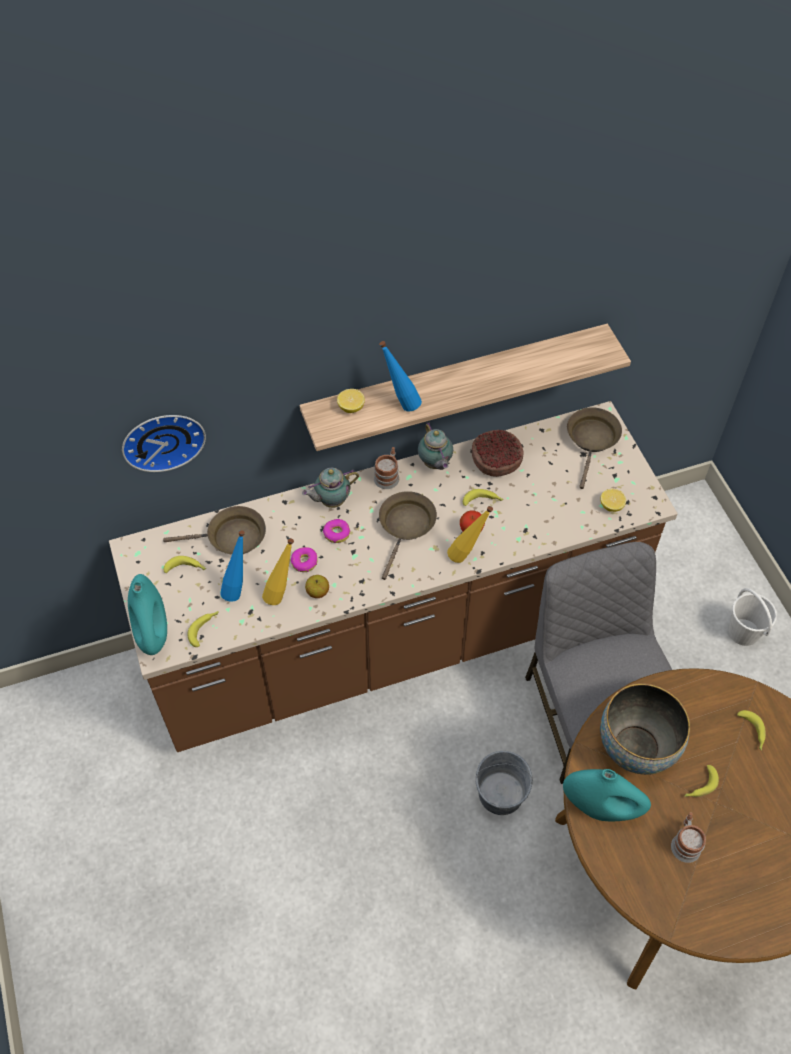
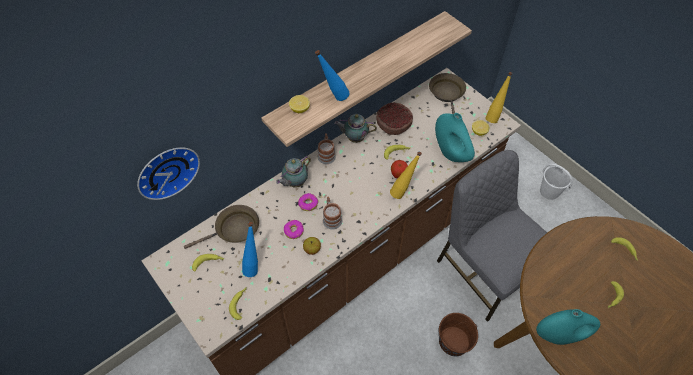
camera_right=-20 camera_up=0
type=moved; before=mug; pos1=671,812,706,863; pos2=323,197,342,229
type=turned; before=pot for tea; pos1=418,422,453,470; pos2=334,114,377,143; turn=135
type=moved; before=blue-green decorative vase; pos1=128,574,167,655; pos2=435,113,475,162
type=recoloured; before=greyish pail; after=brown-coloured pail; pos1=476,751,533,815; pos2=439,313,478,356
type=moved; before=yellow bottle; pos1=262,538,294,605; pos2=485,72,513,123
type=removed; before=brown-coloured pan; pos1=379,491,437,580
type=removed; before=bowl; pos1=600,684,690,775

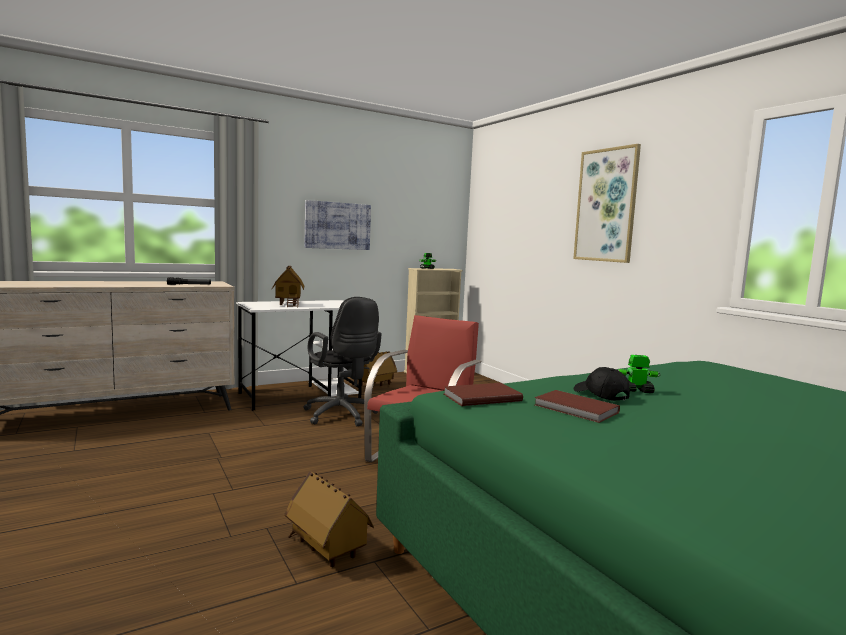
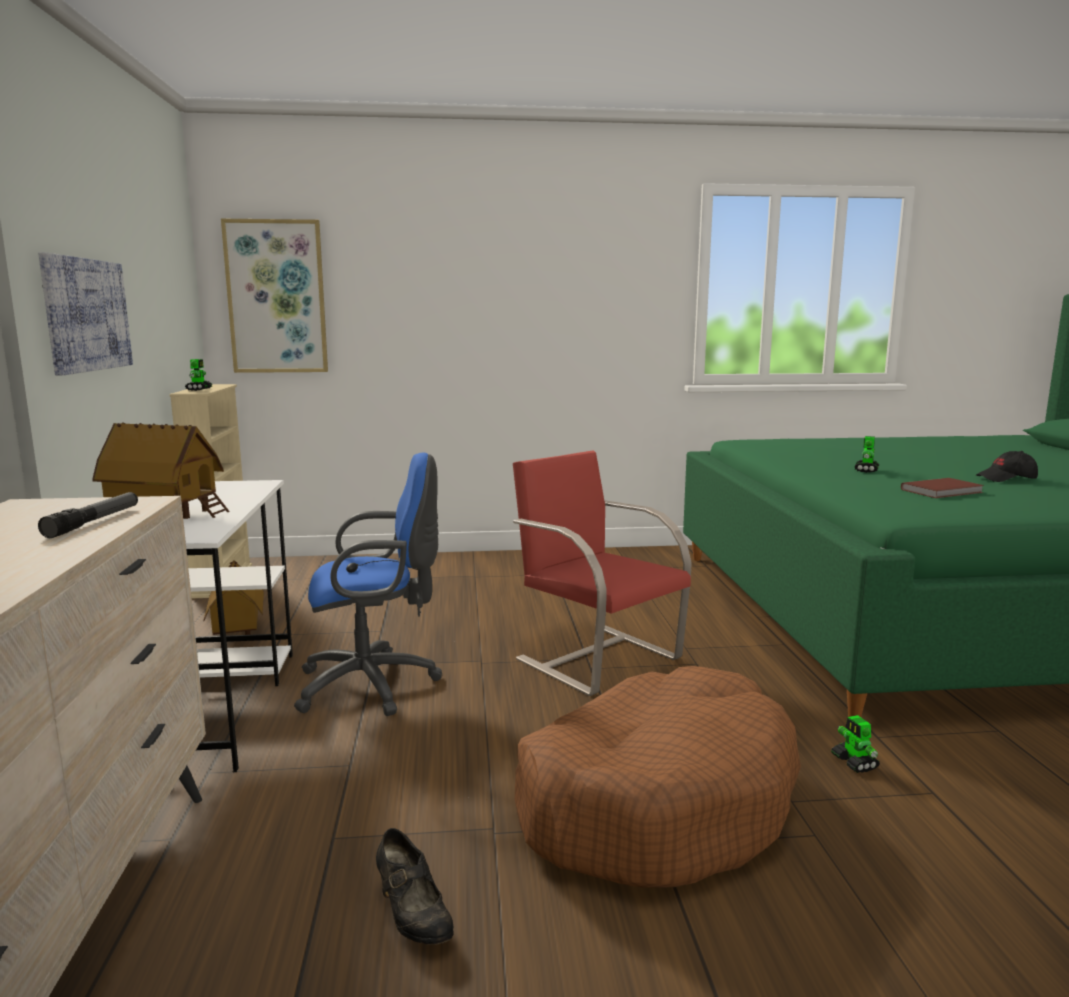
camera_right=-65 camera_up=5
type=moved; before=wall art; pos1=573,144,641,263; pos2=221,219,328,373
type=recoloured; before=black-coloured computer chair; after=blue computer chair; pos1=303,297,382,426; pos2=294,453,442,716
type=added; after=black-coloured item of footwear; pos2=376,828,454,945
type=added; after=brown-coloured pet bed; pos2=515,666,801,888
type=replaced; before=miniature house; after=robot figure; pos1=284,471,374,567; pos2=831,715,880,773
type=moved; before=black-coloured peaked cap; pos1=574,367,630,401; pos2=976,451,1038,482
type=removed; before=brown-coloured volume; pos1=444,383,523,406

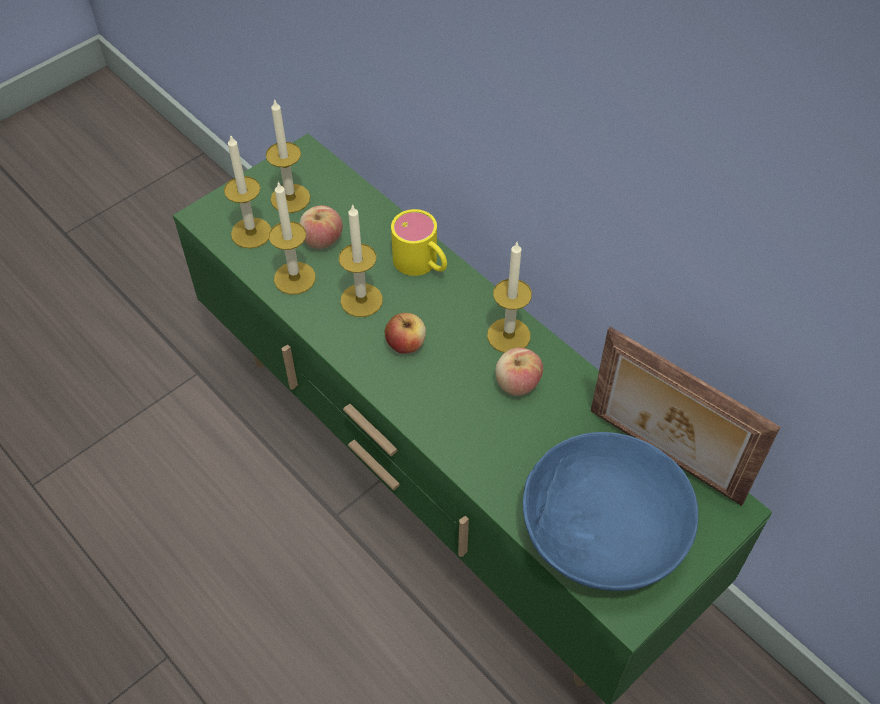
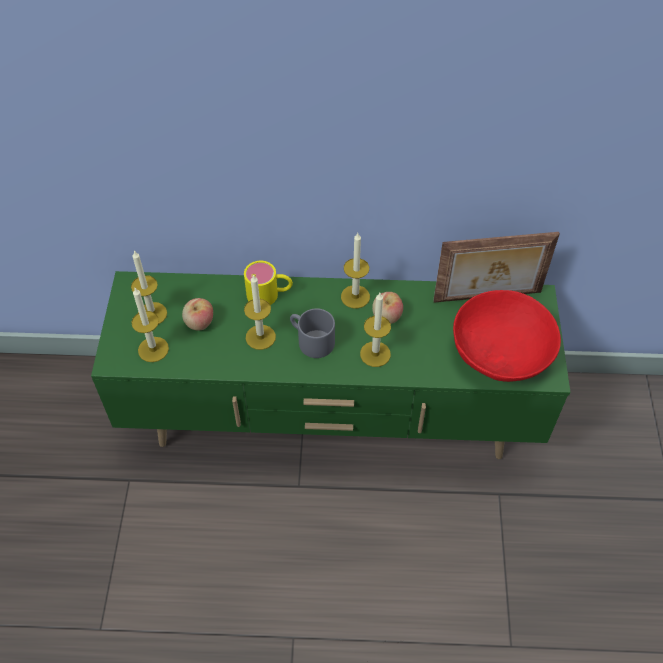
camera_right=-45 camera_up=0
type=replaced; before=apple fruit; after=greyish mug; pos1=385,313,426,354; pos2=290,308,335,358
type=moved; before=wax candle; pos1=269,181,316,295; pos2=360,293,391,367
type=recoloured; before=blue bowl; after=red-coloured bowl; pos1=522,432,698,591; pos2=453,290,561,382

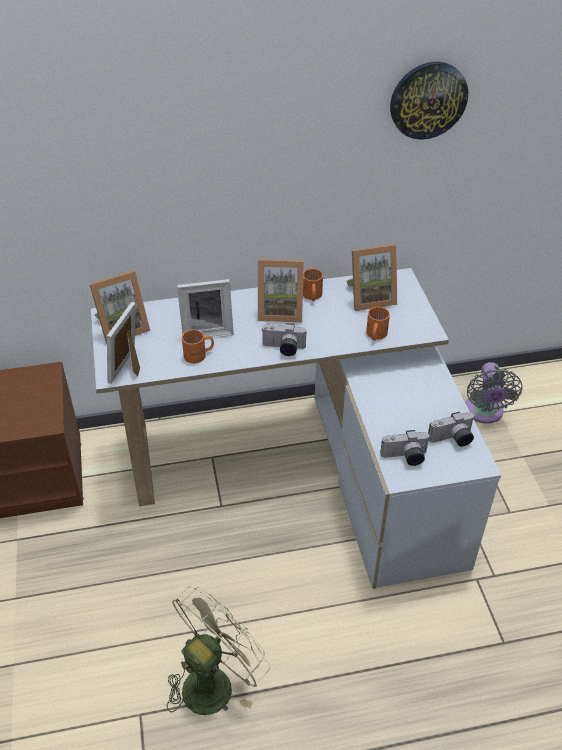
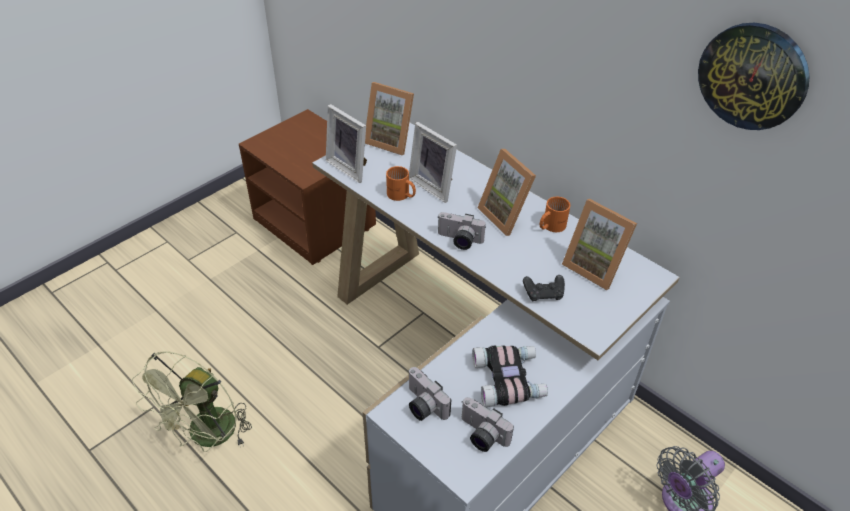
camera_right=55 camera_up=0
type=turned; before=green electric fan; pos1=167,587,270,715; pos2=132,351,252,452; turn=105
type=turned; before=picture frame; pos1=107,302,140,384; pos2=326,104,367,183; turn=-120
type=turned; before=photo camera; pos1=262,323,307,356; pos2=437,212,486,250; turn=-45
type=added; after=pair of binoculars; pos2=472,345,548,407
type=replaced; before=orange-coloured mug; after=black-coloured joypad; pos1=366,307,390,341; pos2=523,275,565,301

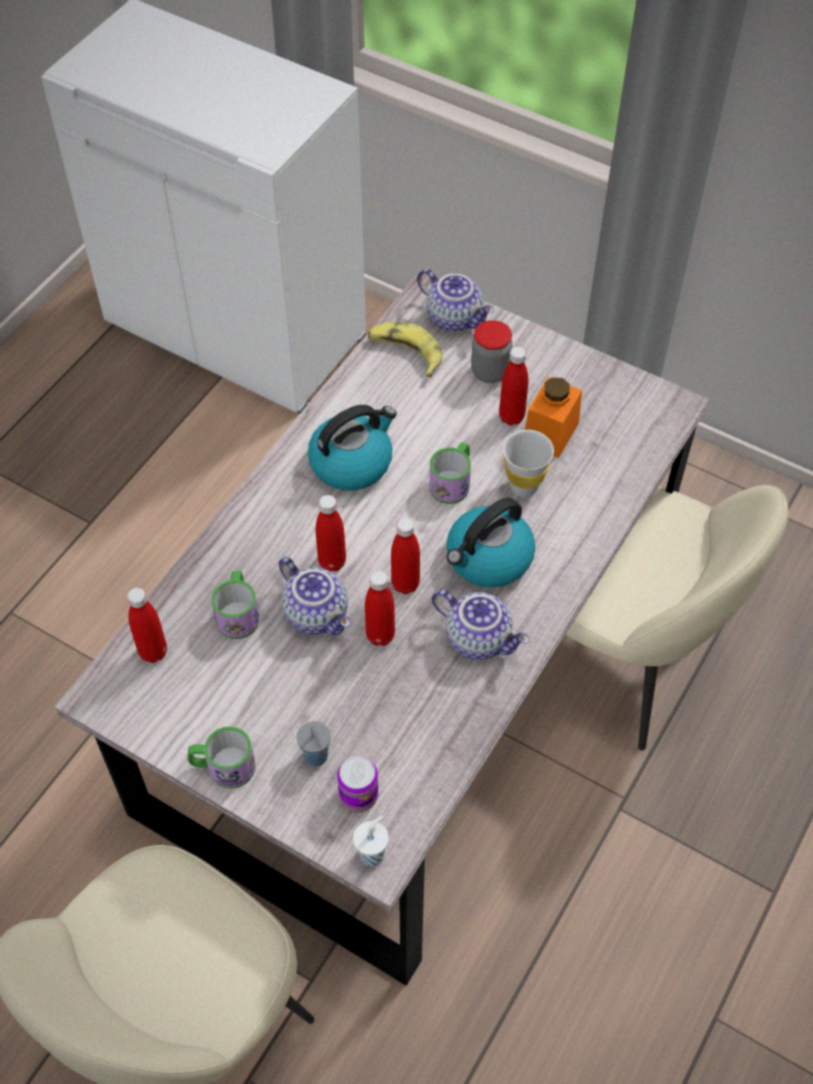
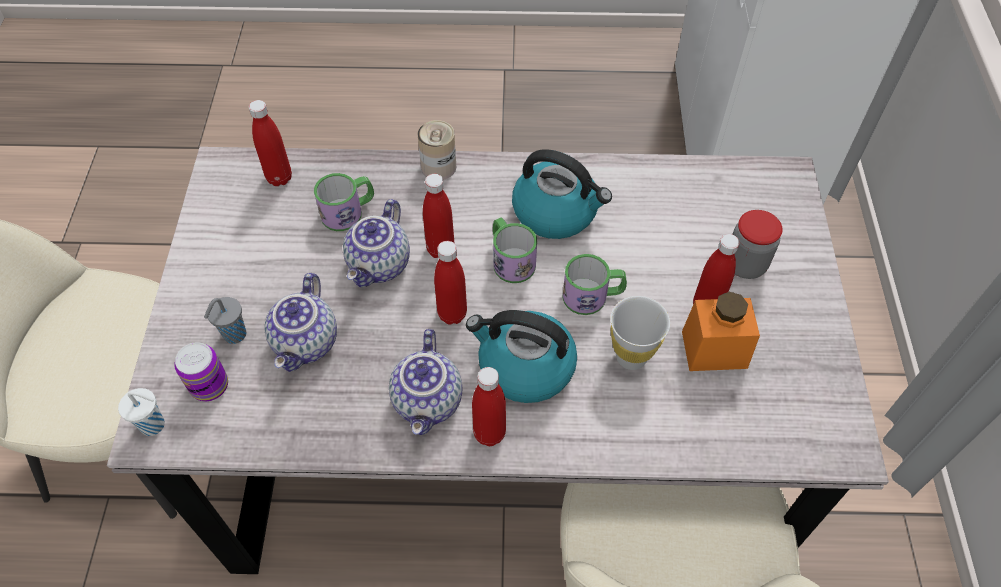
camera_right=60 camera_up=0
type=moved; before=pot for tea; pos1=417,269,494,332; pos2=265,273,337,372
type=added; after=can; pos2=418,120,457,180
type=moved; before=red-coloured bottle; pos1=365,571,395,646; pos2=472,367,506,446
type=moved; before=mug; pos1=187,726,255,789; pos2=493,217,537,283
type=removed; before=banana fruit; pos1=368,322,442,377

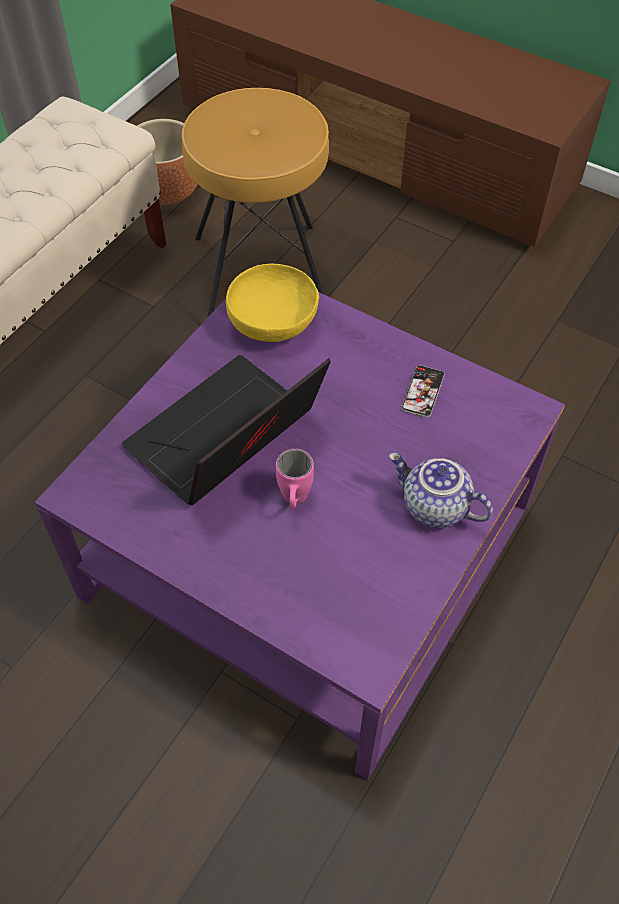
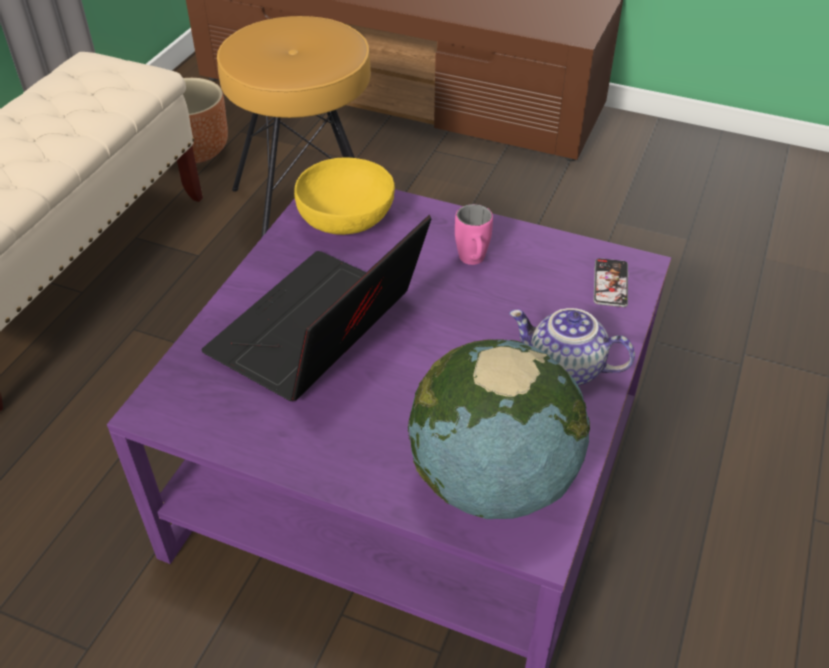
camera_right=-10 camera_up=-10
type=added; after=globe; pos2=408,339,590,519
type=moved; before=pink-coloured mug; pos1=276,449,314,508; pos2=455,204,493,265
type=moved; before=phone; pos1=401,365,445,418; pos2=593,258,628,307

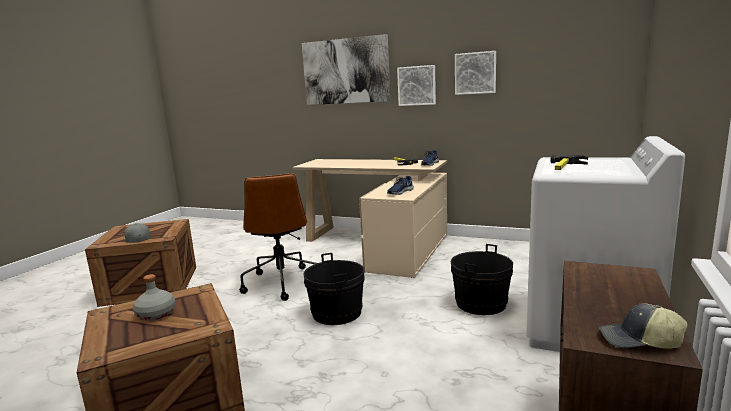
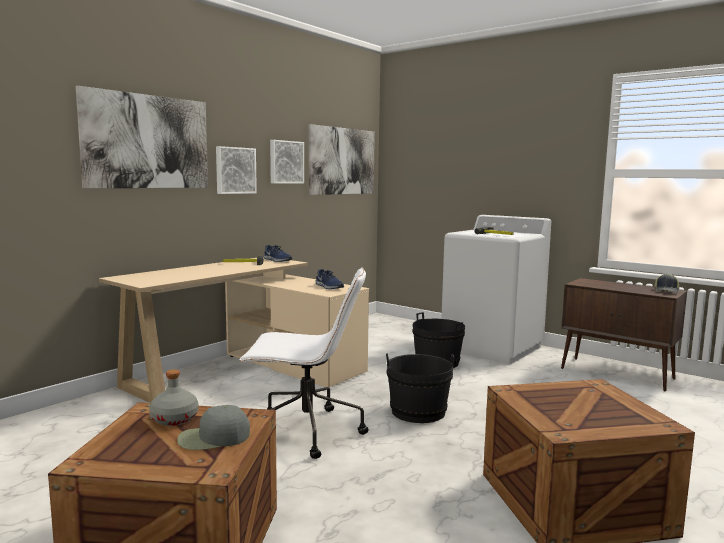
camera_right=-75 camera_up=-5
type=moved; before=greyish bottle; pos1=133,274,176,321; pos2=149,369,199,426
type=recoloured; before=brown-coloured computer chair; after=whitish computer chair; pos1=239,173,317,301; pos2=239,268,368,459
type=added; after=wall art; pos2=309,124,375,195

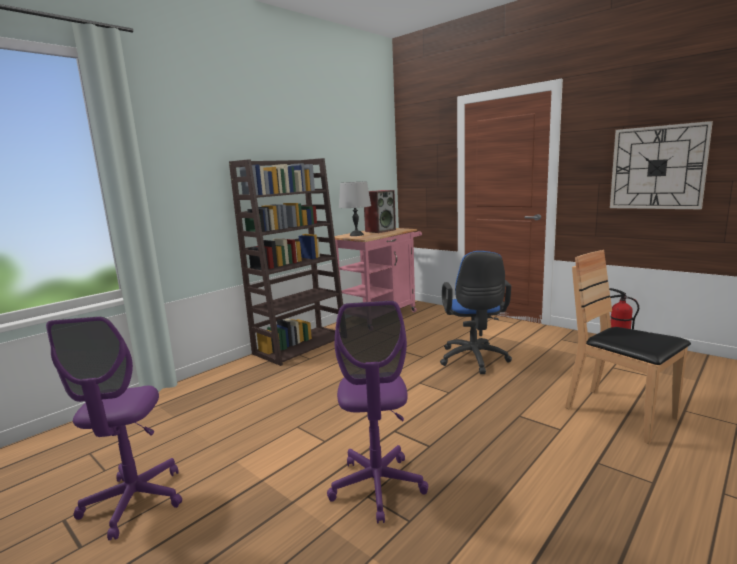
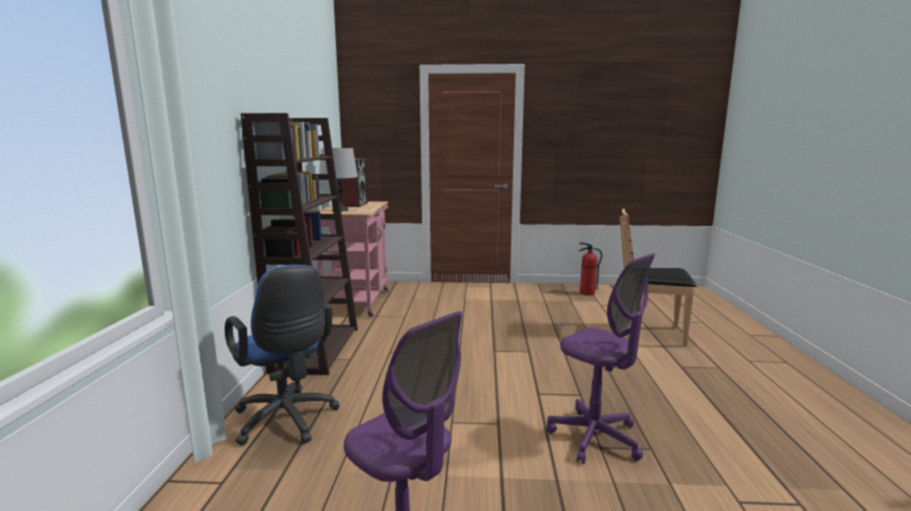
camera_right=-40 camera_up=0
type=moved; before=blue computer chair; pos1=440,251,512,374; pos2=225,265,340,446
type=removed; before=clock on the wall; pos1=610,121,713,209

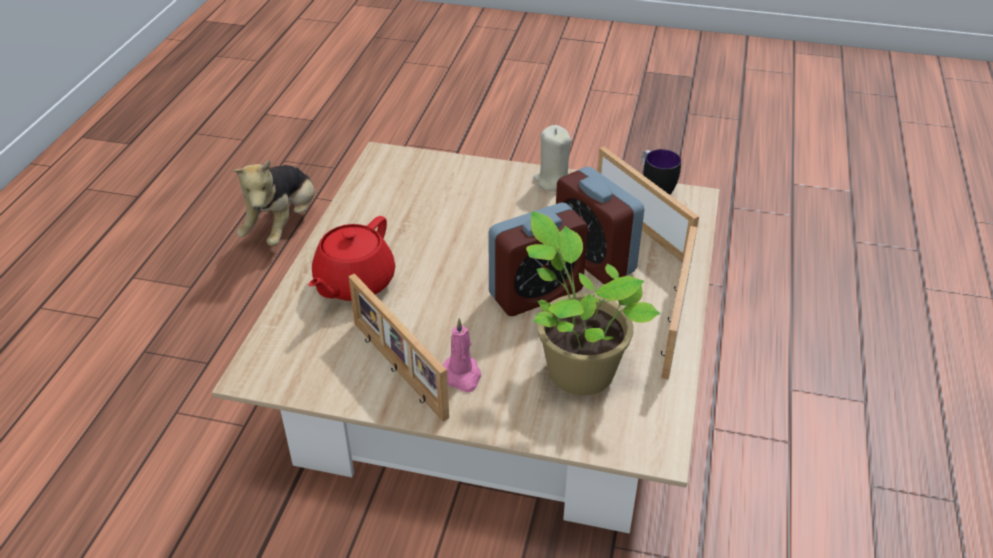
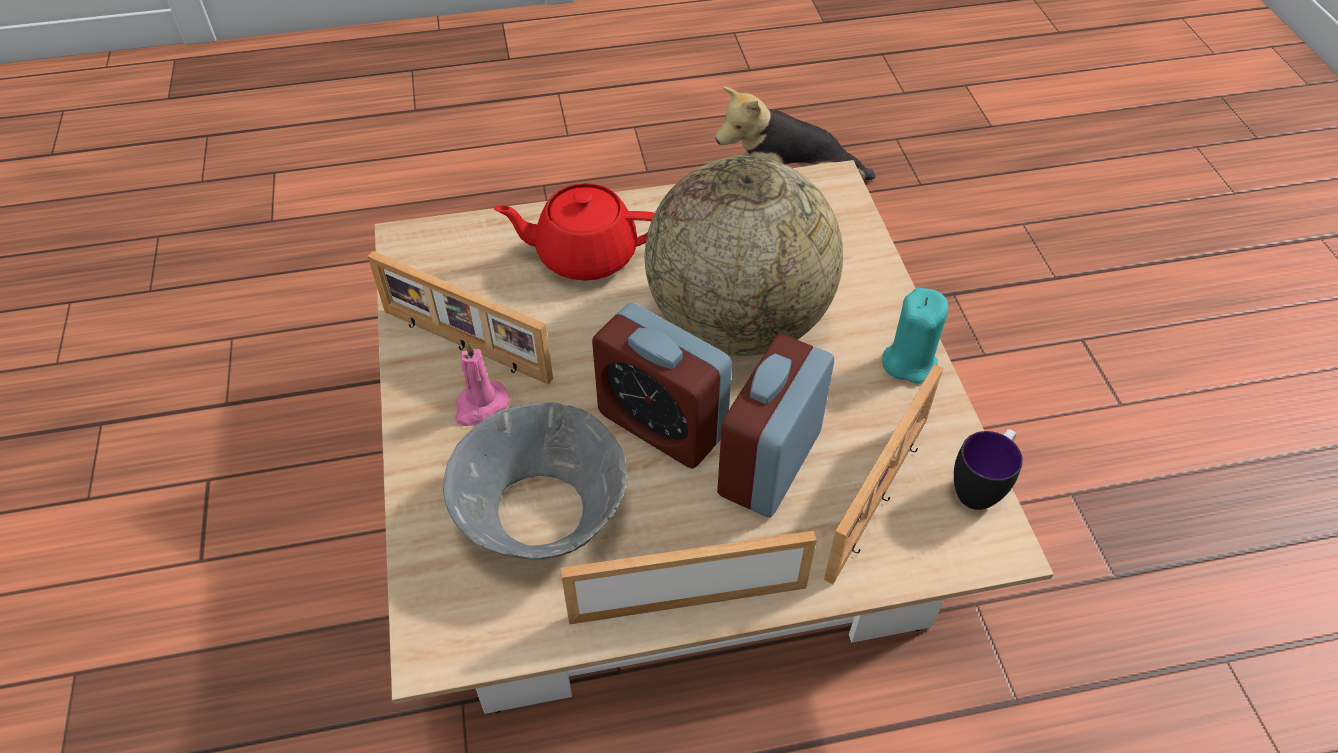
camera_right=65 camera_up=10
type=turned; before=picture frame; pos1=348,274,449,422; pos2=367,251,553,385; turn=-90
type=replaced; before=potted plant; after=greyish bowl; pos1=526,211,660,395; pos2=443,402,628,560
type=added; after=globe; pos2=645,156,843,356
type=recoloured; before=sand-coloured wax candle; after=blue-green wax candle; pos1=533,125,572,191; pos2=882,288,948,383

